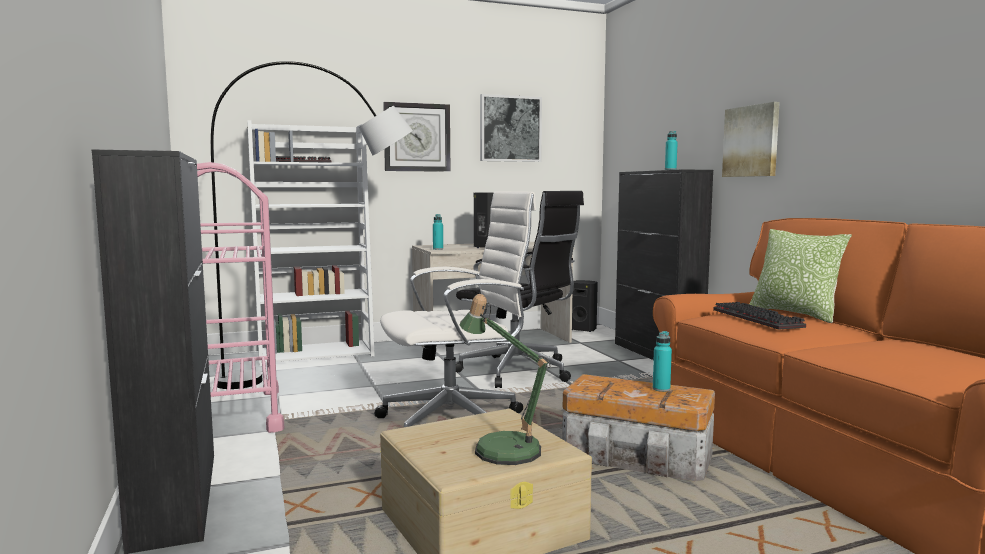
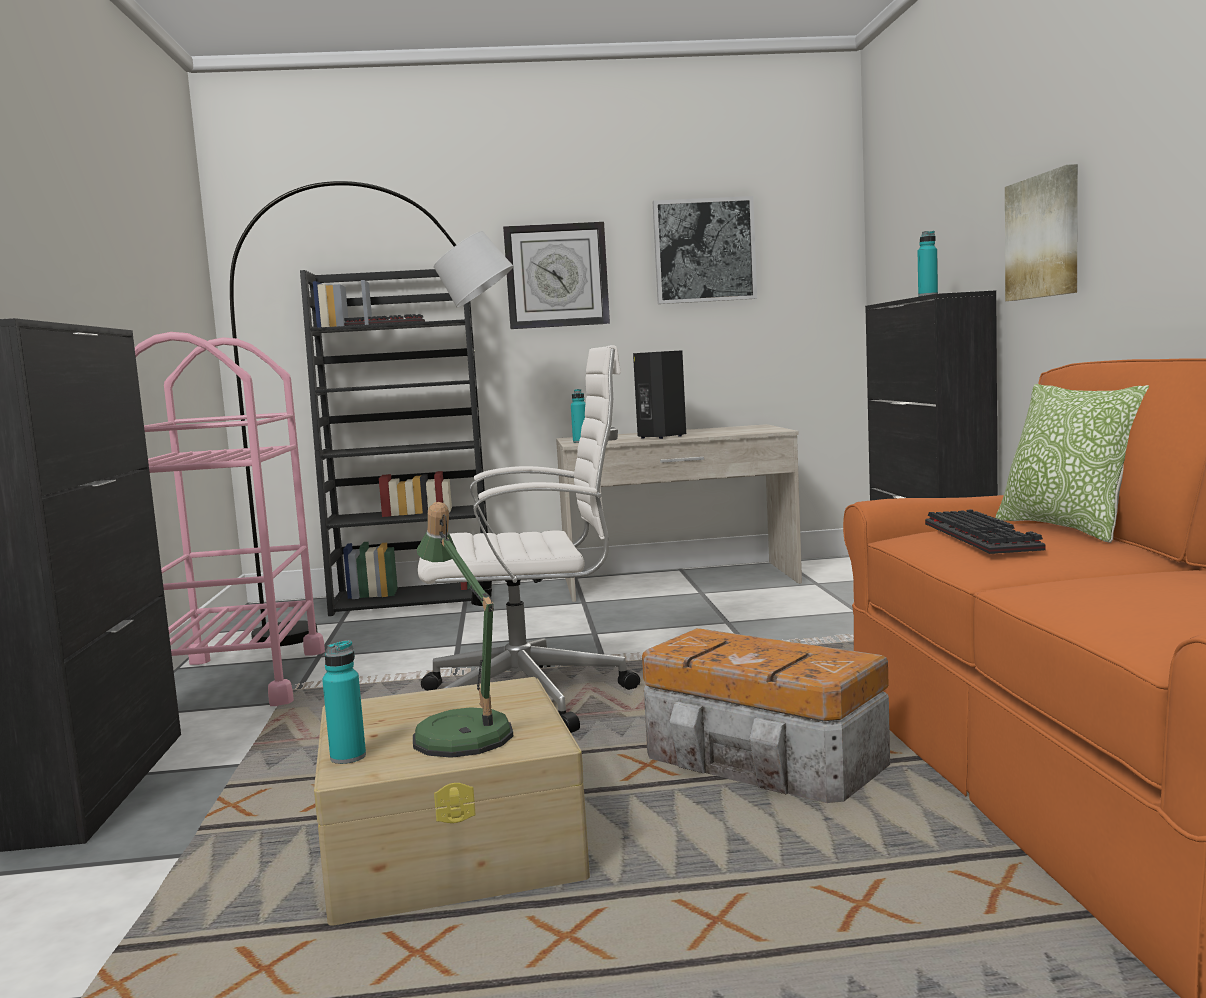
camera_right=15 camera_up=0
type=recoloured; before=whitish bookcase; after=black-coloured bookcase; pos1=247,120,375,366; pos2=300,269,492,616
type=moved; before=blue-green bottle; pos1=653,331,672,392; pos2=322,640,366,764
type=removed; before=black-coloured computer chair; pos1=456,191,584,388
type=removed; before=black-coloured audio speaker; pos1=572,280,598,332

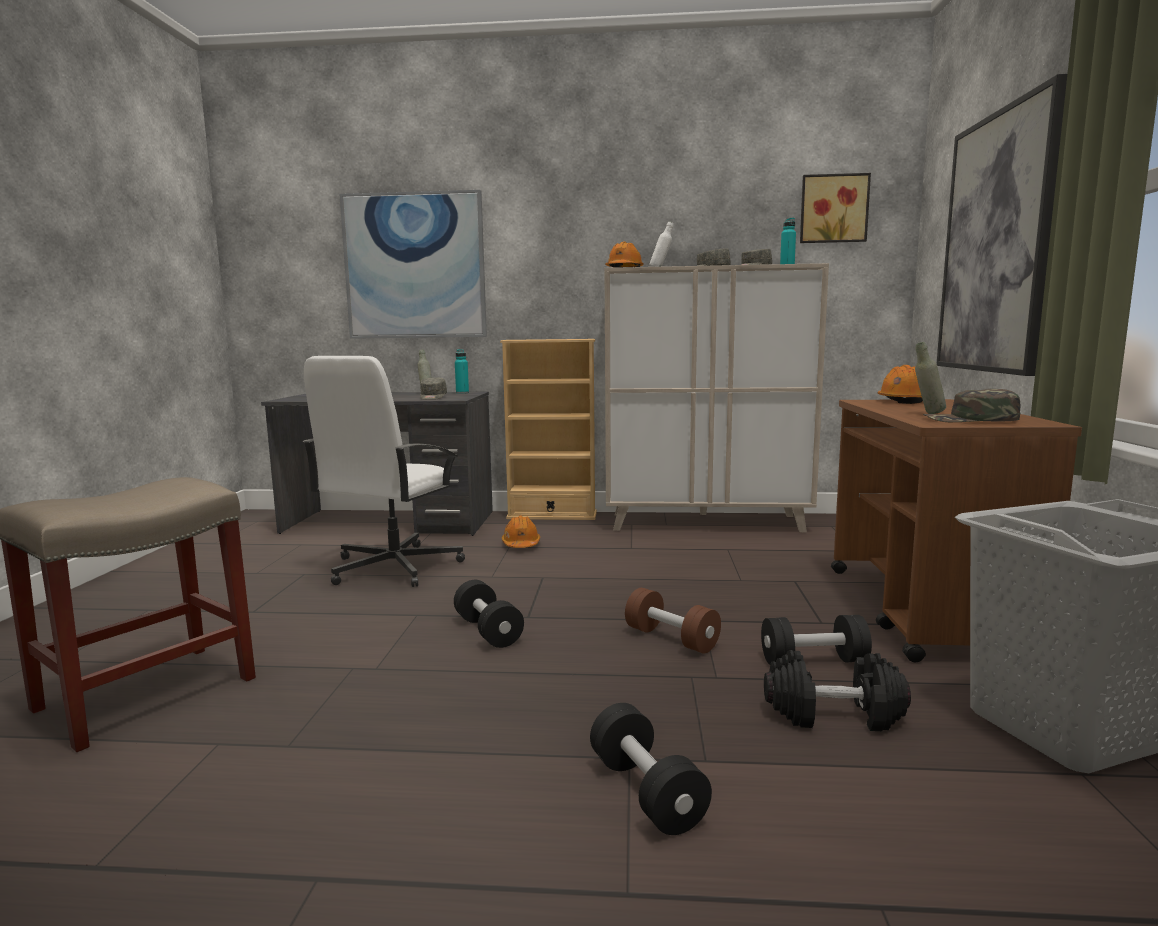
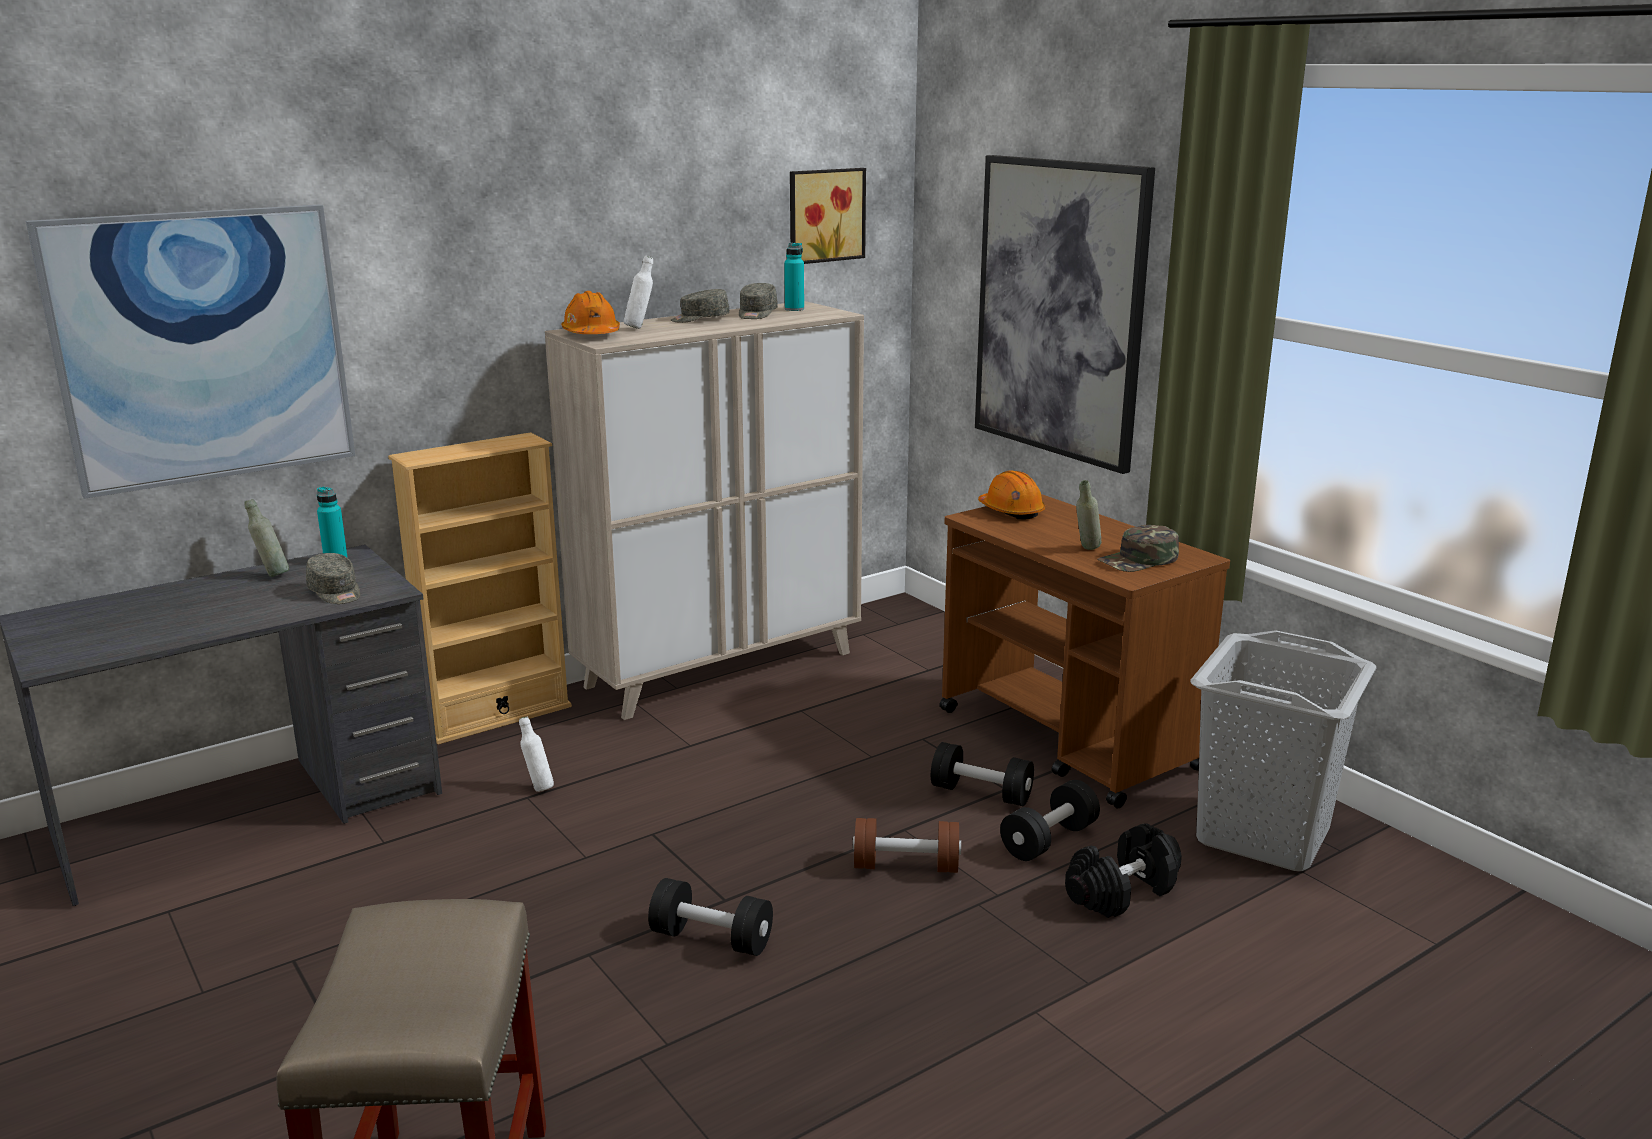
camera_right=-40 camera_up=10
type=replaced; before=orange-coloured safety helmet; after=whitish bottle; pos1=502,515,540,548; pos2=519,717,554,792
type=moved; before=black-coloured hand weight; pos1=590,703,712,835; pos2=931,742,1034,806
type=removed; before=whitish computer chair; pos1=303,356,465,587

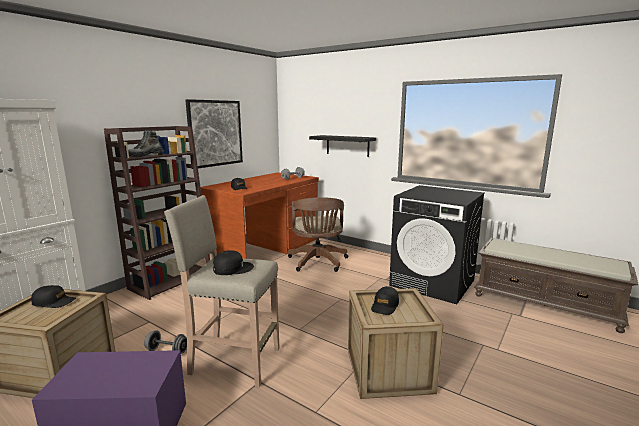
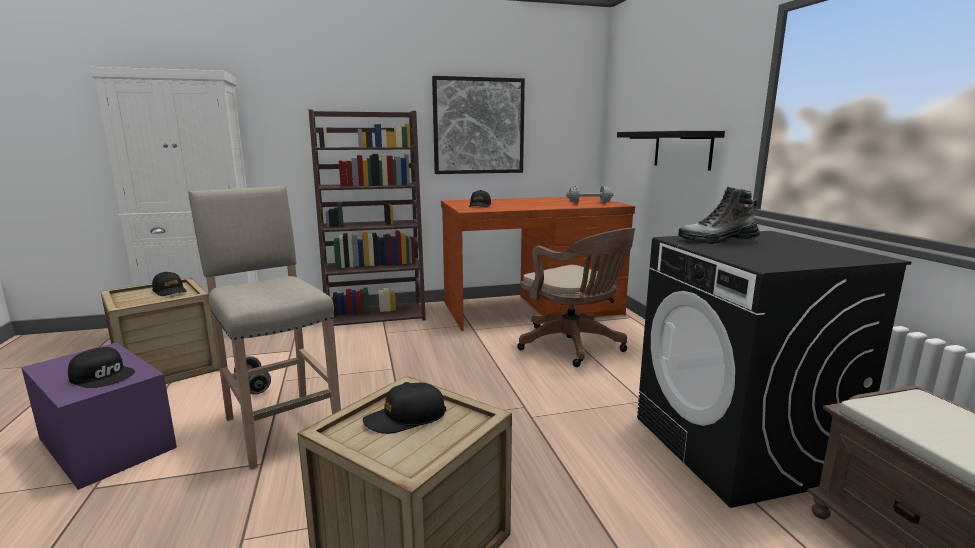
camera_right=40 camera_up=0
type=moved; before=black-coloured peaked cap; pos1=213,250,254,275; pos2=68,347,135,388
type=turned; before=brown-coloured computer chair; pos1=287,197,348,272; pos2=517,228,635,367; turn=-75
type=moved; before=boot; pos1=128,130,164,157; pos2=678,187,760,244

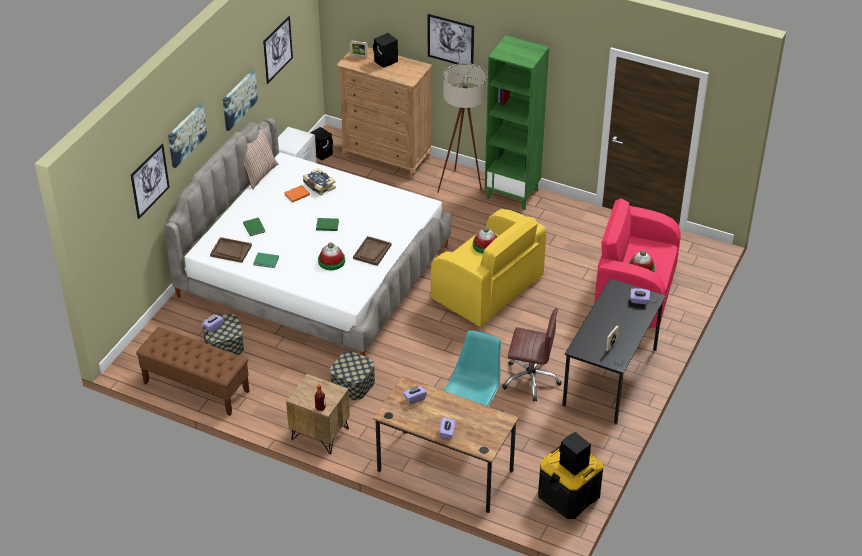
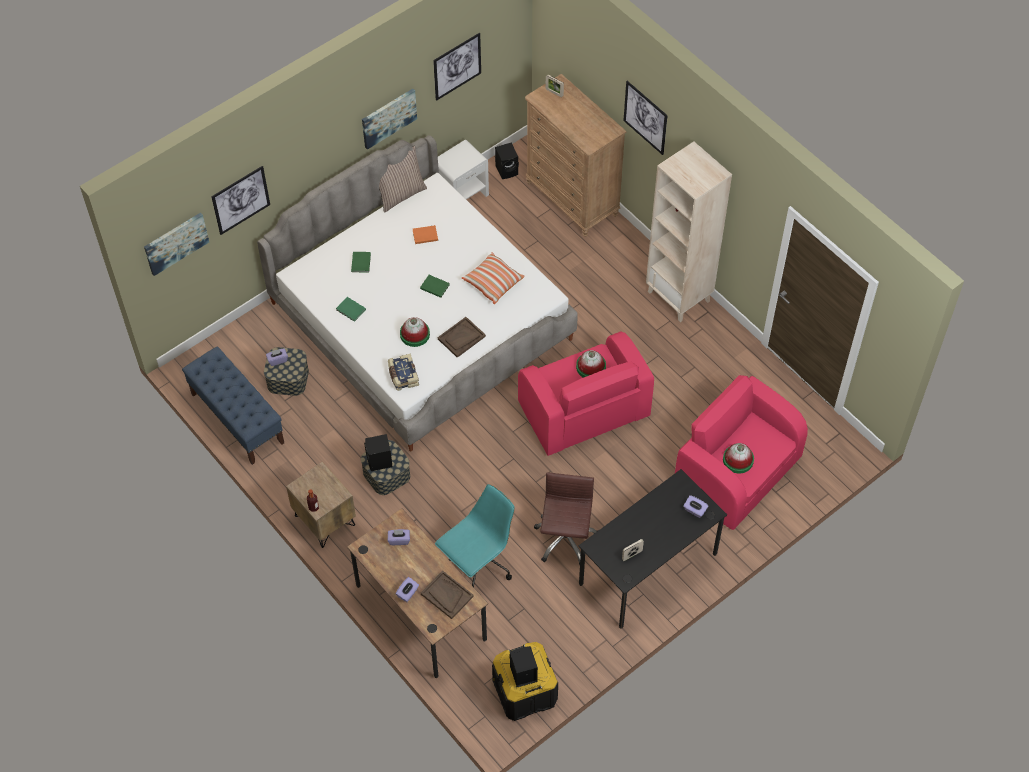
camera_right=25 camera_up=15
type=moved; before=wall art; pos1=168,103,207,168; pos2=144,213,209,276
type=recoloured; before=brown-coloured bench; after=blue bench; pos1=136,327,249,416; pos2=182,346,284,465
type=moved; before=black-coloured audio speaker; pos1=373,33,398,68; pos2=364,434,393,471
type=moved; before=volume; pos1=303,168,336,196; pos2=388,353,419,391
type=moved; before=brown-coloured tray; pos1=210,237,252,263; pos2=421,571,474,619
type=added; after=throw pillow; pos2=462,252,525,304
type=recoloured; before=yellow armchair; after=pink-coloured armchair; pos1=431,209,546,327; pos2=518,331,654,456
type=turned; before=brown-coloured computer chair; pos1=502,308,562,402; pos2=534,472,598,565; turn=-120
type=recoloured; before=green bookcase; after=sand-coloured bookcase; pos1=485,36,549,210; pos2=646,141,732,322
type=removed; before=sand-coloured standard lamp; pos1=437,63,488,193

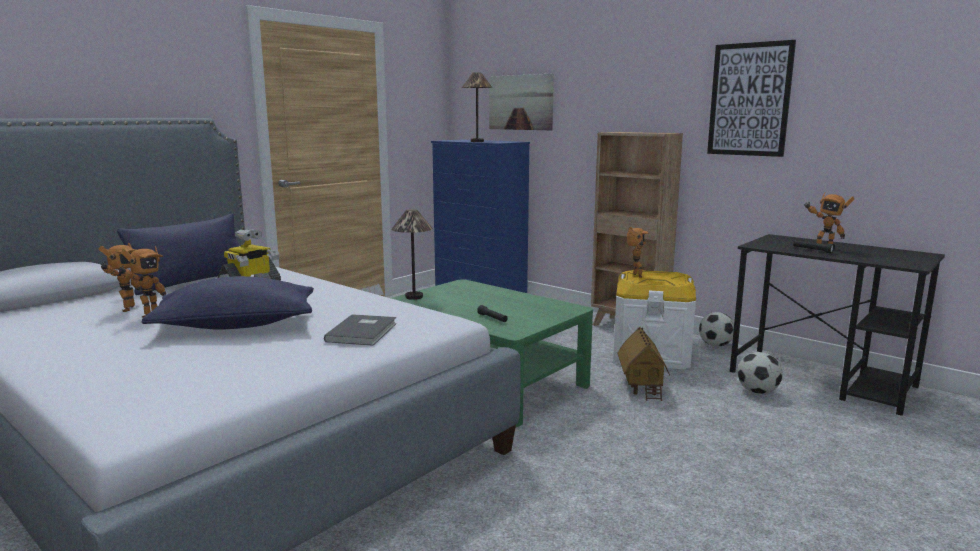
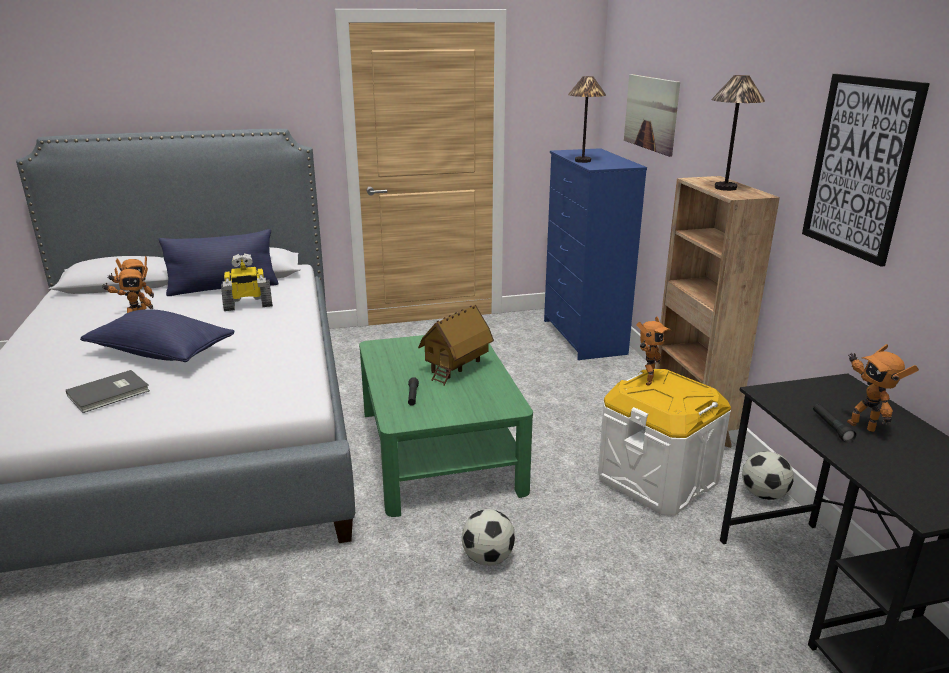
camera_right=35 camera_up=10
type=moved; before=greyish volume; pos1=324,314,397,346; pos2=66,370,150,413
type=moved; before=miniature house; pos1=617,327,670,401; pos2=418,305,494,386
type=moved; before=ball for football; pos1=737,352,783,394; pos2=462,509,515,566
type=moved; before=lamp for a table; pos1=391,209,433,300; pos2=711,75,765,191

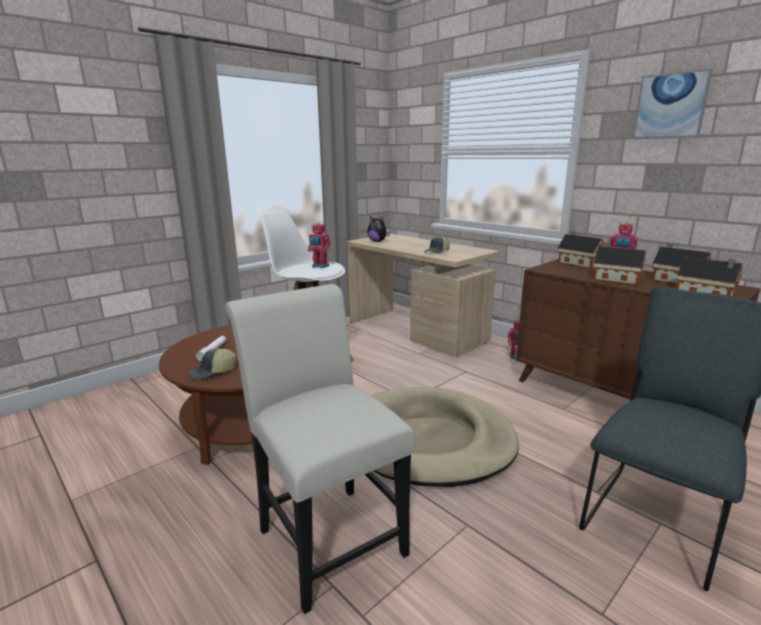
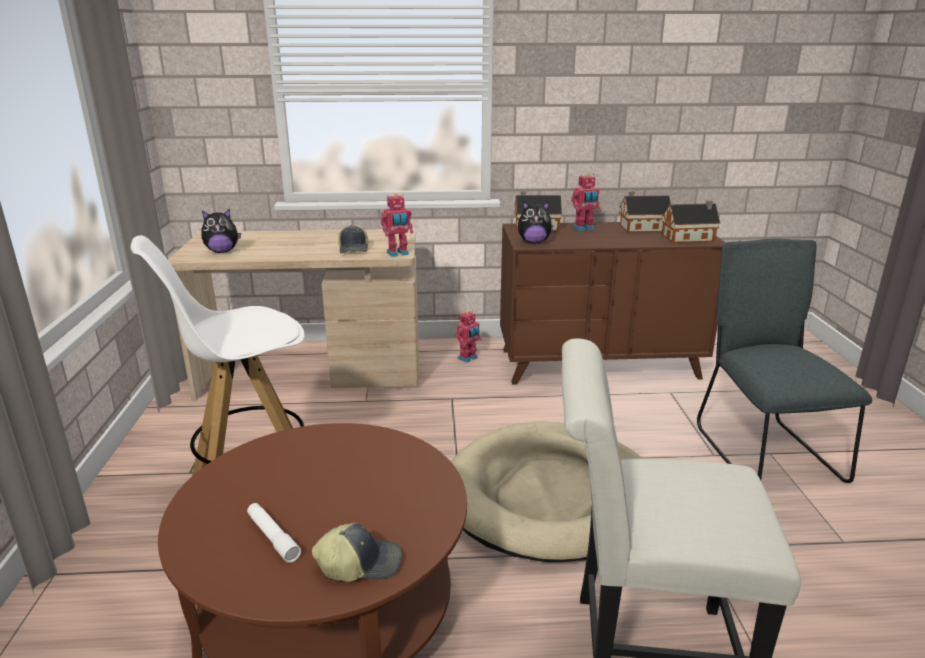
camera_right=-50 camera_up=5
type=turned; before=peaked cap; pos1=188,348,236,380; pos2=312,523,402,582; turn=-105
type=moved; before=robot figure; pos1=308,223,331,268; pos2=381,194,413,257
type=added; after=soft toy; pos2=518,201,553,243
type=removed; before=miniature house; pos1=593,243,646,285
type=removed; before=wall art; pos1=633,69,712,139

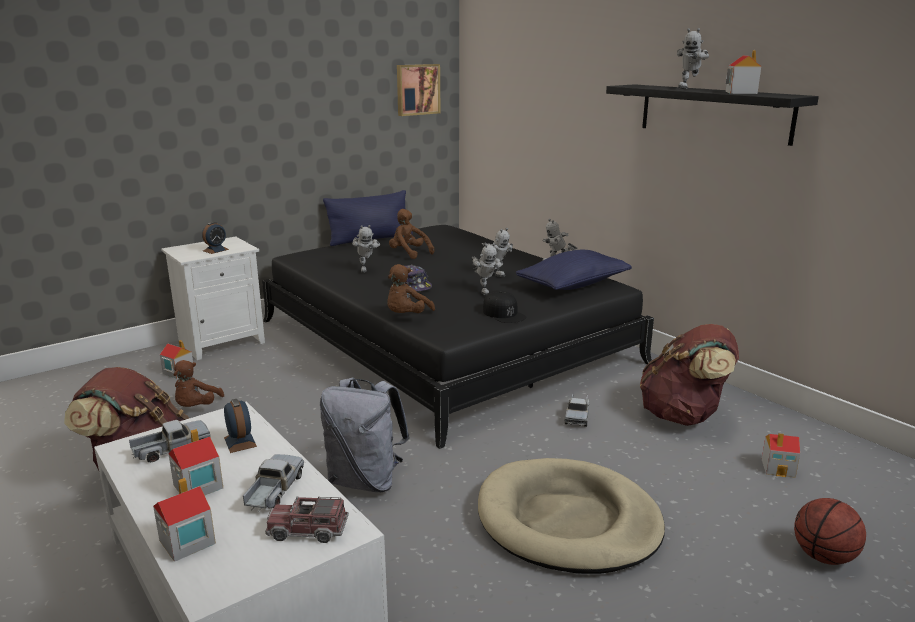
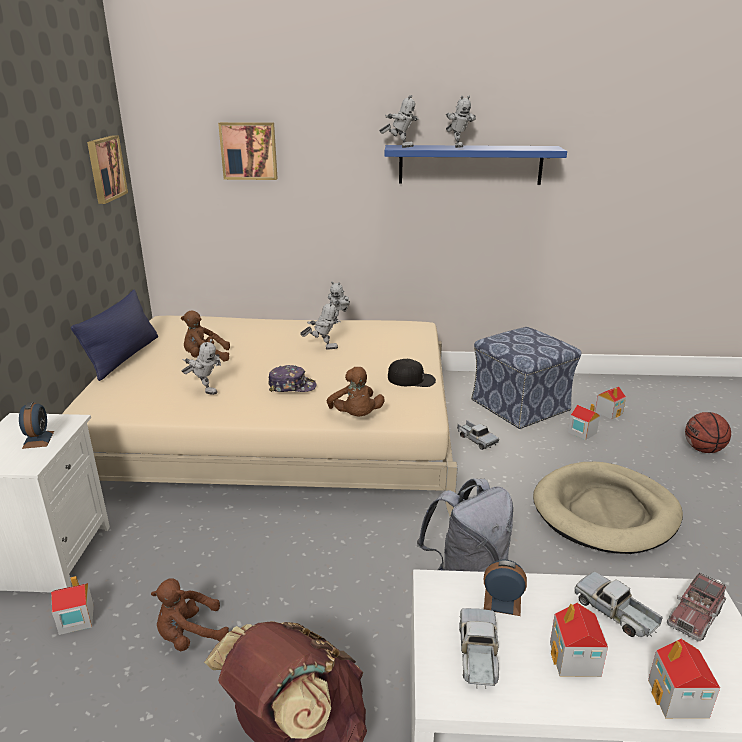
camera_right=-50 camera_up=5
type=recoloured; before=black-coloured bed; after=sand-coloured bed; pos1=262,225,654,449; pos2=62,316,458,516
type=turned; before=brown-coloured soft toy; pos1=173,360,224,407; pos2=151,578,229,651; turn=105
type=added; after=wall art; pos2=218,122,278,180
type=moved; before=robot figure; pos1=472,243,503,295; pos2=379,95,419,148
type=recoloured; before=black-coloured bracket shelf; after=blue bracket shelf; pos1=606,84,819,146; pos2=385,145,567,185
type=replaced; before=brown-coloured backpack; after=ottoman; pos1=640,324,739,426; pos2=471,327,581,429
type=moved; before=miniature house; pos1=726,50,761,94; pos2=568,404,600,440
type=removed; before=blue throw pillow; pos1=516,250,632,290

